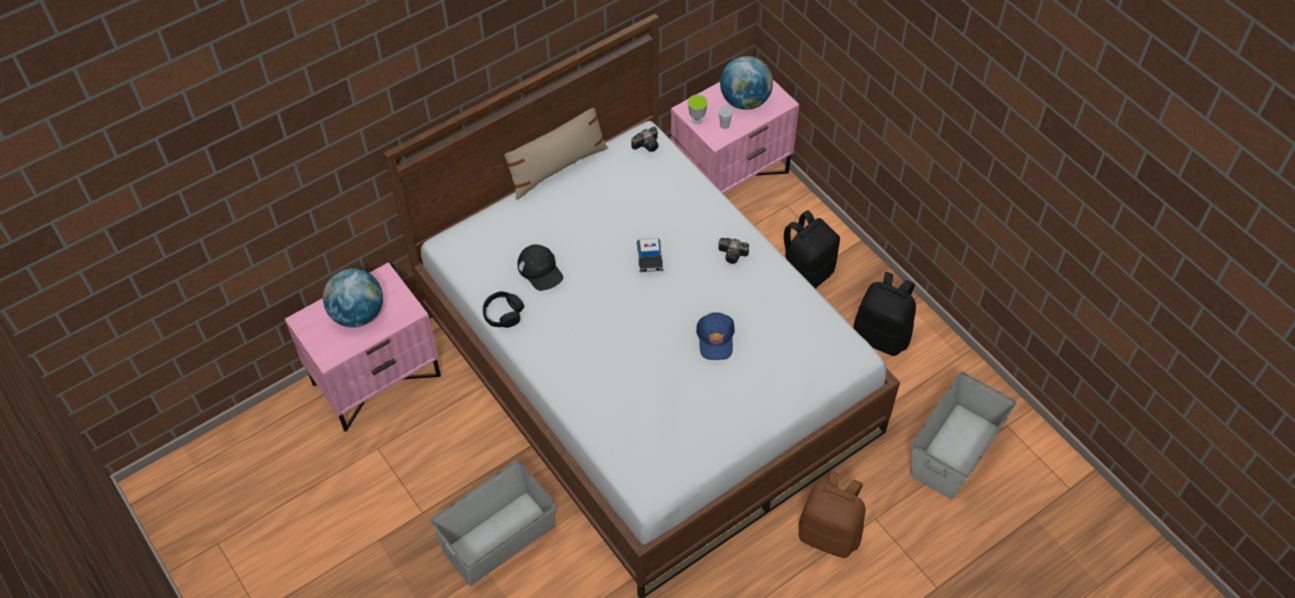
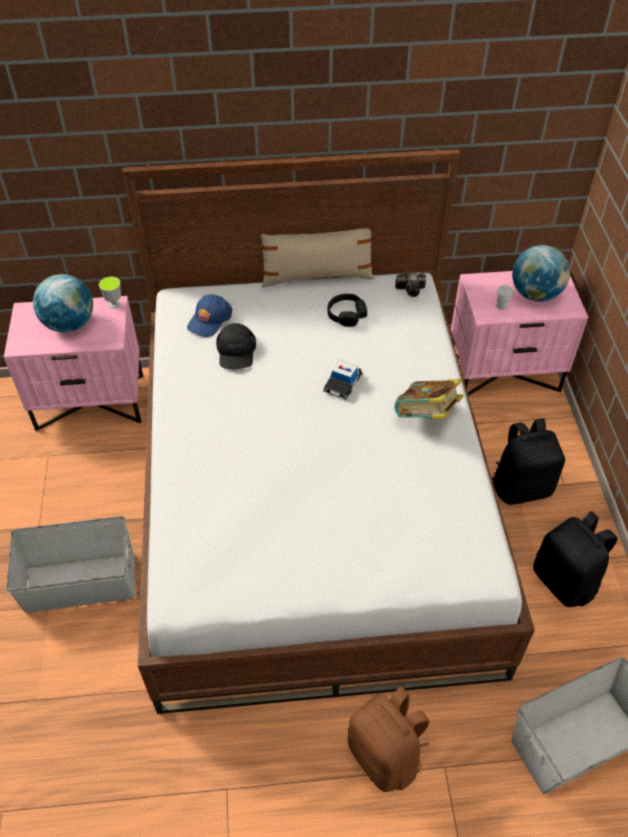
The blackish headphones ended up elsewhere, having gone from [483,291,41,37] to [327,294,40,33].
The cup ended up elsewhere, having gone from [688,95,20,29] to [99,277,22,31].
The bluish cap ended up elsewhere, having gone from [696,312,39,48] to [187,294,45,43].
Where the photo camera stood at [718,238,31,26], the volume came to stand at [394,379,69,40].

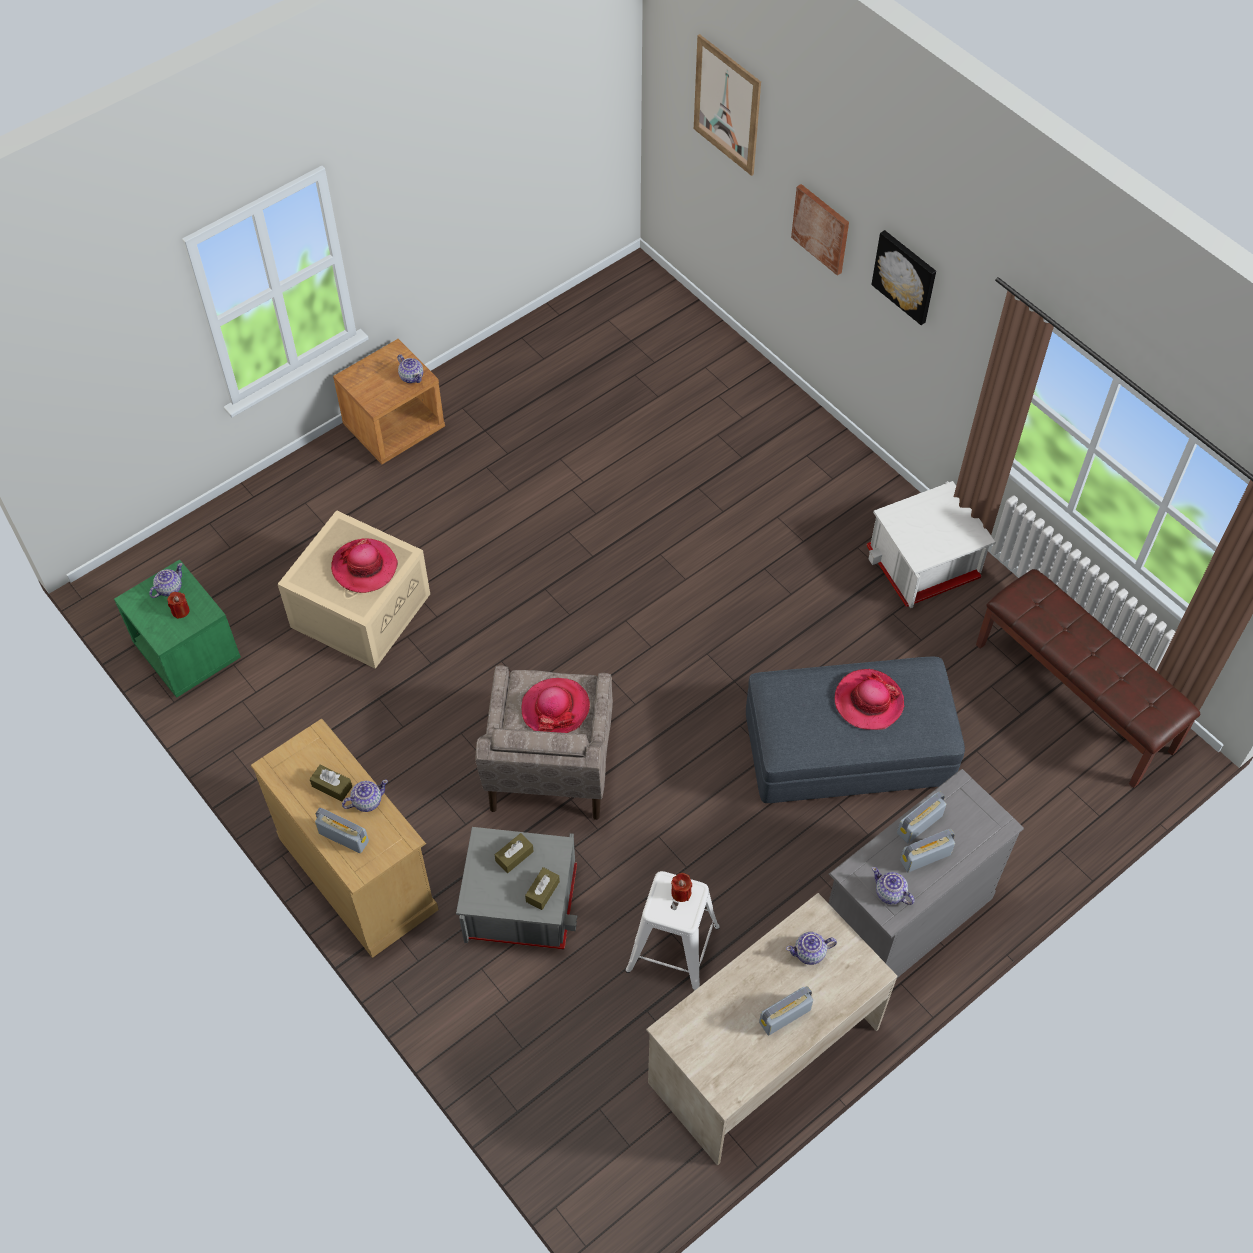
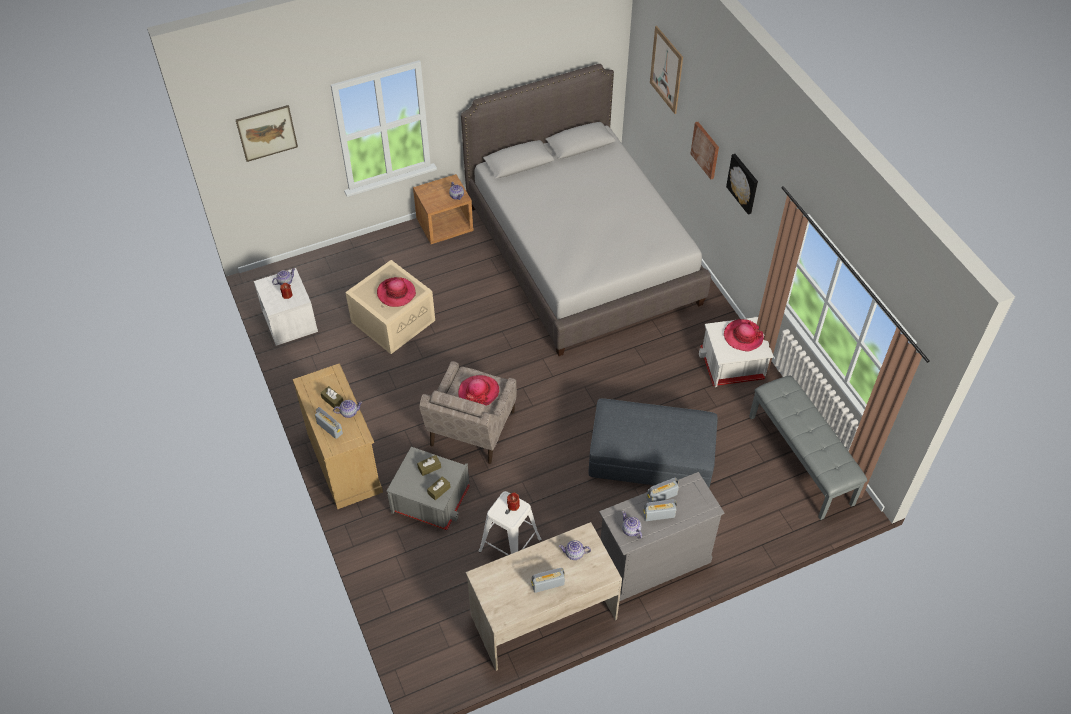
What was the green bedside table at [114,560,127,138] turned into the whitish bedside table at [254,268,64,78].
The clothing hat ended up elsewhere, having gone from [835,669,69,61] to [724,319,40,33].
What was the brown-coloured indoor bench at [976,569,224,219] turned into the grey indoor bench at [749,376,118,144].
The second view gained the wall art at [236,105,62,57].
The second view gained the grey sleeping bed at [461,64,250,292].

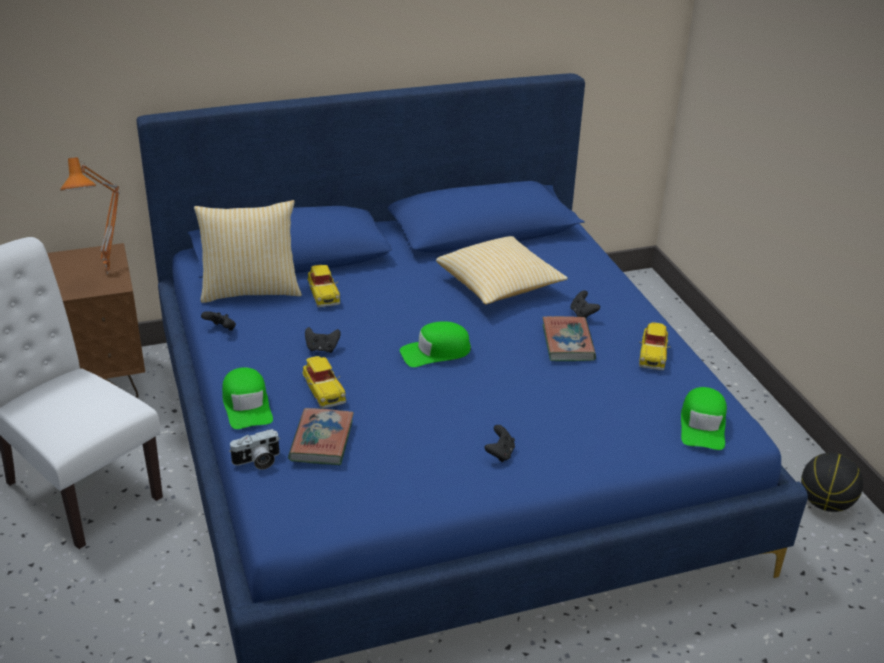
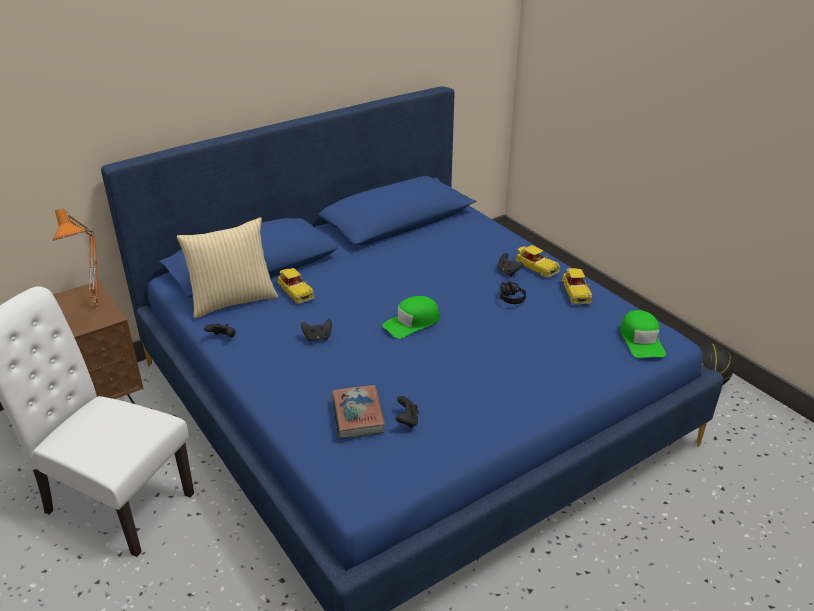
The second view lost the green cap at [222,367,51,62].
The second view lost the photo camera at [229,429,51,41].
The model car ended up elsewhere, having gone from [303,356,43,53] to [515,245,45,33].
The second view lost the throw pillow at [436,236,132,69].
The blackish joypad ended up elsewhere, having gone from [485,425,30,37] to [396,396,23,32].
Where the volume stood at [542,316,54,45], the blackish headphones came to stand at [500,279,26,25].

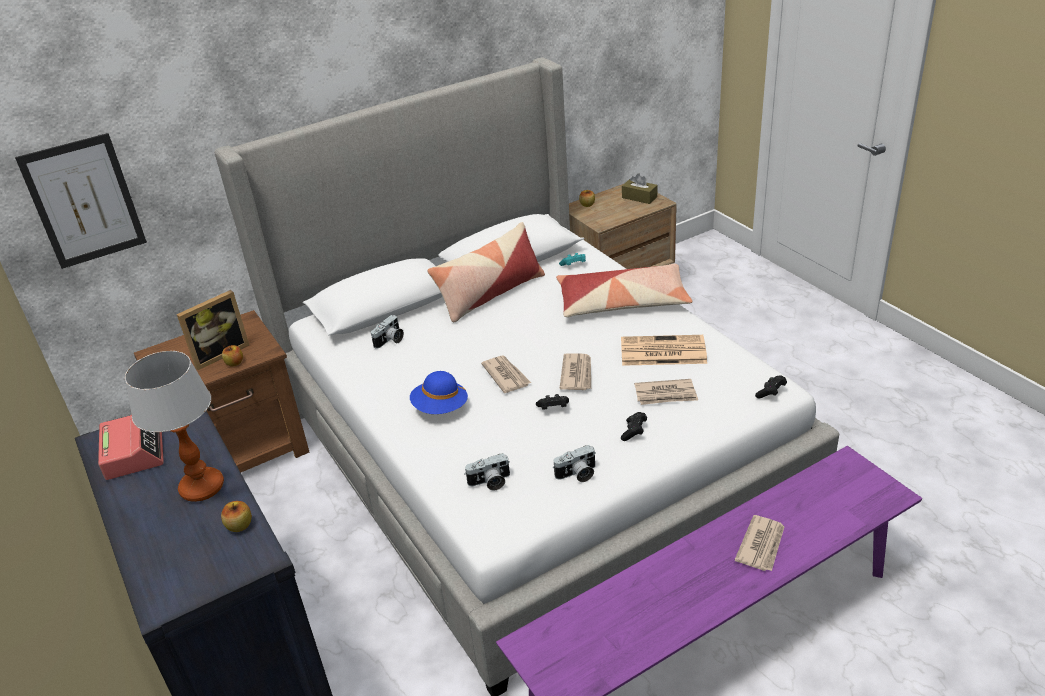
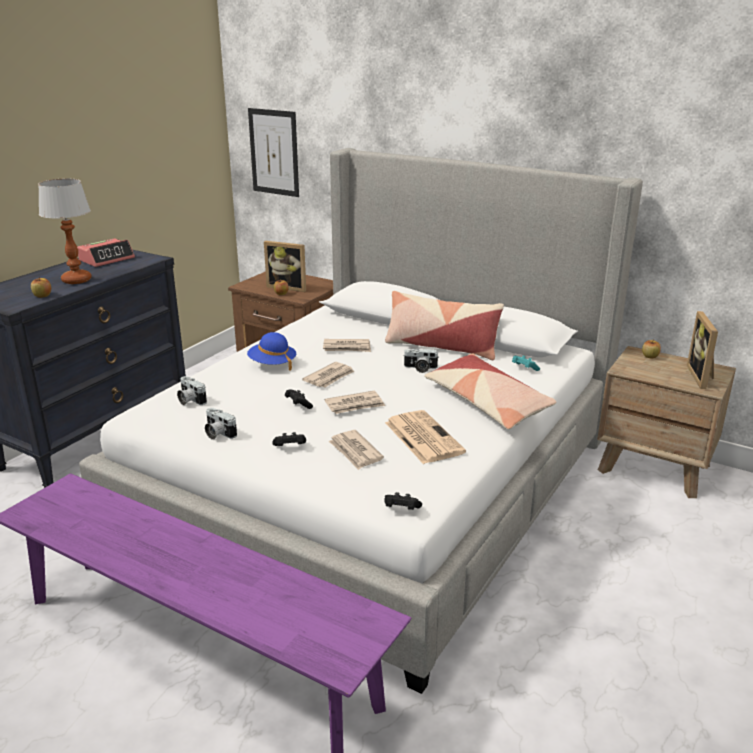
The photo camera ended up elsewhere, having gone from [371,315,33,34] to [404,349,34,24].
Where the brown-coloured tissue holder stood at [622,173,35,31], the picture frame came to stand at [687,311,31,78].
The printed paper ended up elsewhere, having gone from [735,515,50,56] to [323,339,48,13].

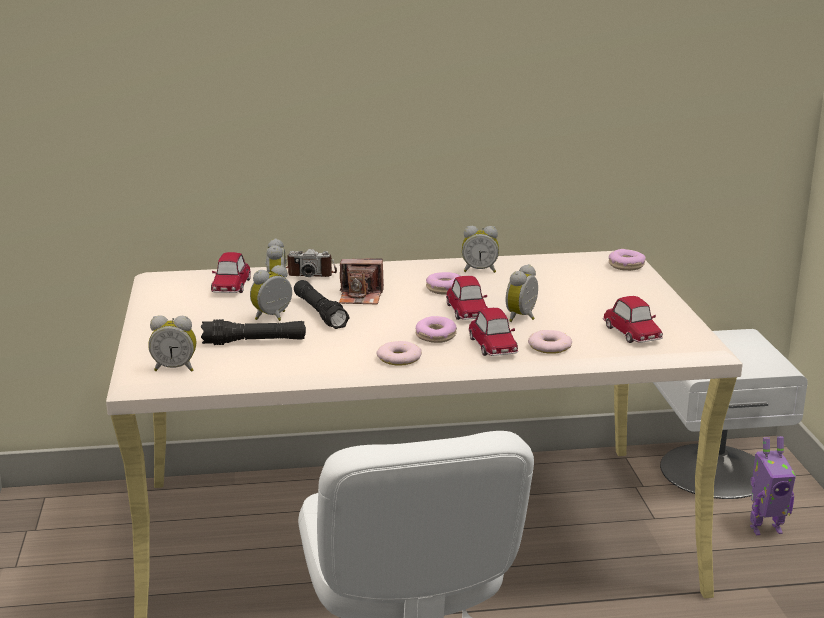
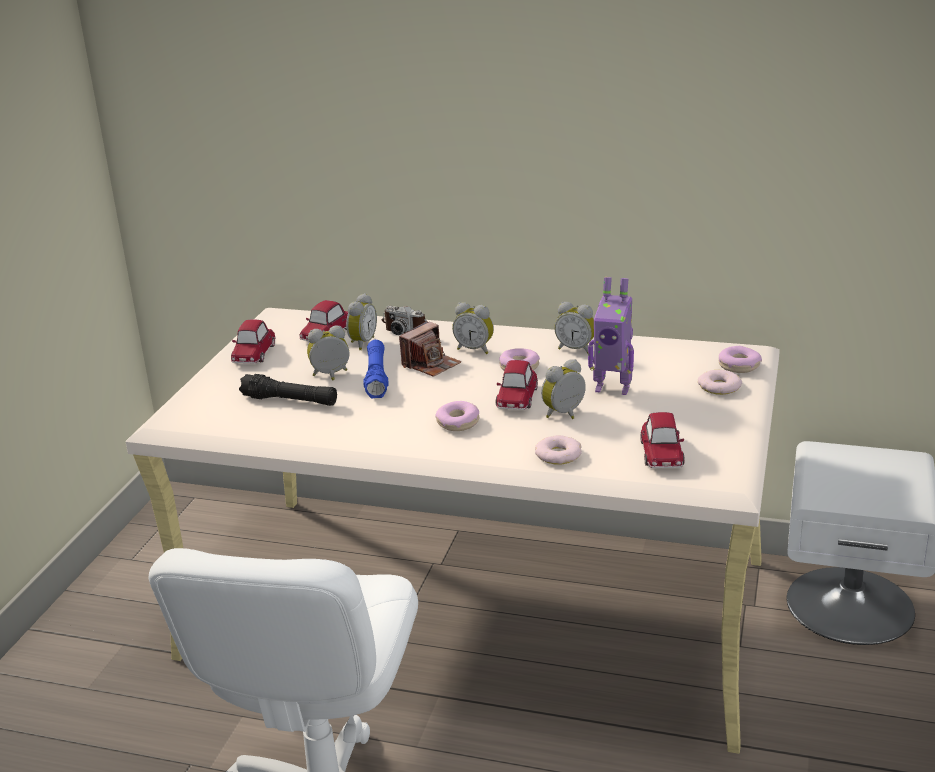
The alarm clock ended up elsewhere, having gone from [148,315,48,57] to [452,302,42,52].
What was the blackish flashlight at [294,280,56,49] turned into the bluish flashlight at [363,340,25,59].
The photo camera at [339,258,45,46] ended up facing another way, 75 degrees counterclockwise from before.
The doughnut ended up elsewhere, having gone from [376,341,46,25] to [698,370,44,25].
The model car ended up elsewhere, having gone from [468,308,50,48] to [231,319,45,44].
The toy robot ended up elsewhere, having gone from [750,436,46,99] to [588,277,46,118].

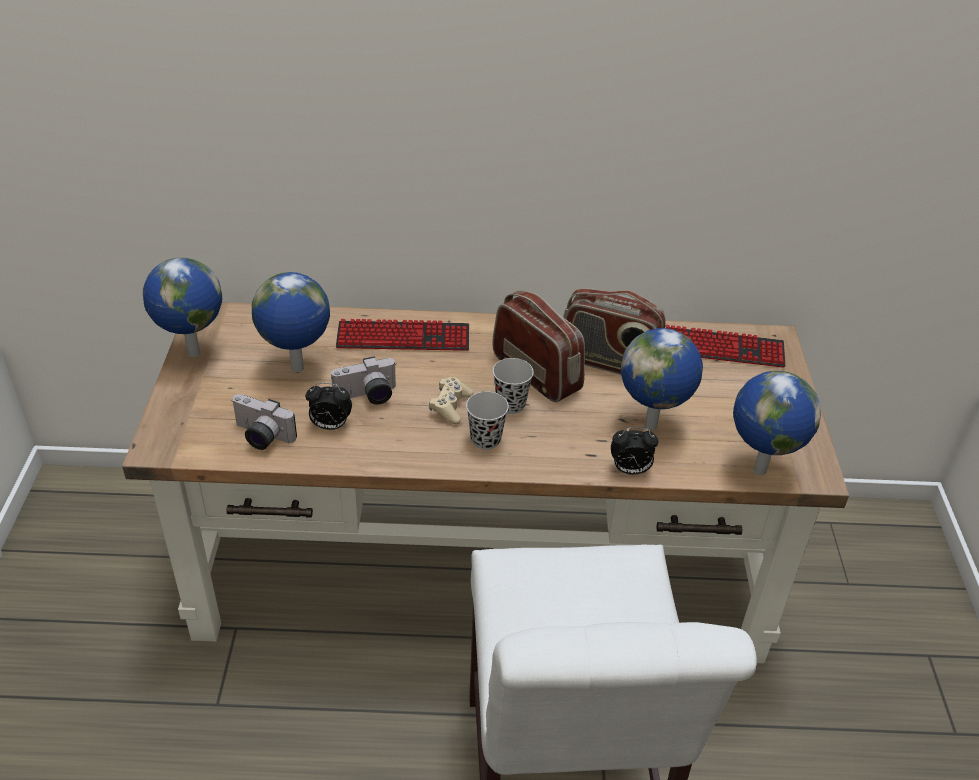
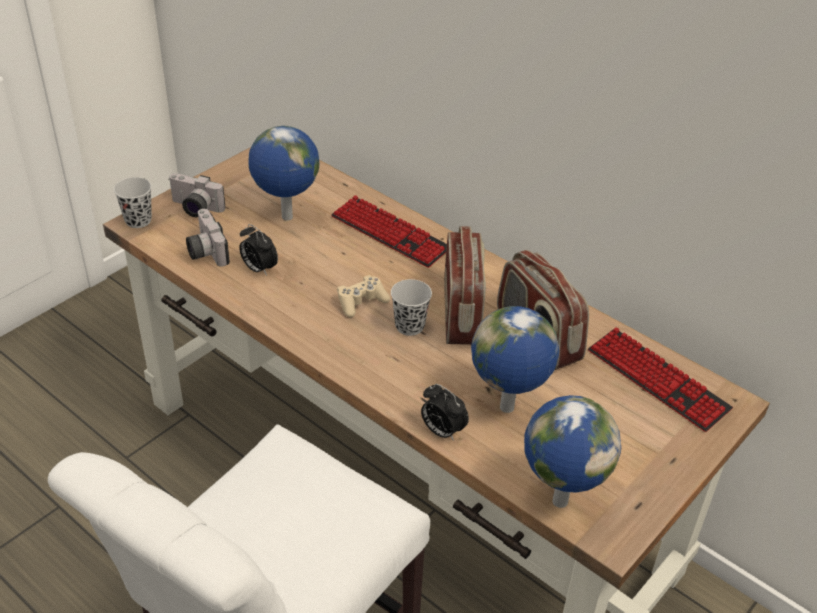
The second view lost the desk globe at [143,257,79,100].
The photo camera ended up elsewhere, having gone from [331,356,66,48] to [168,173,58,44].
The blackish cup ended up elsewhere, having gone from [466,392,43,58] to [114,177,38,51].

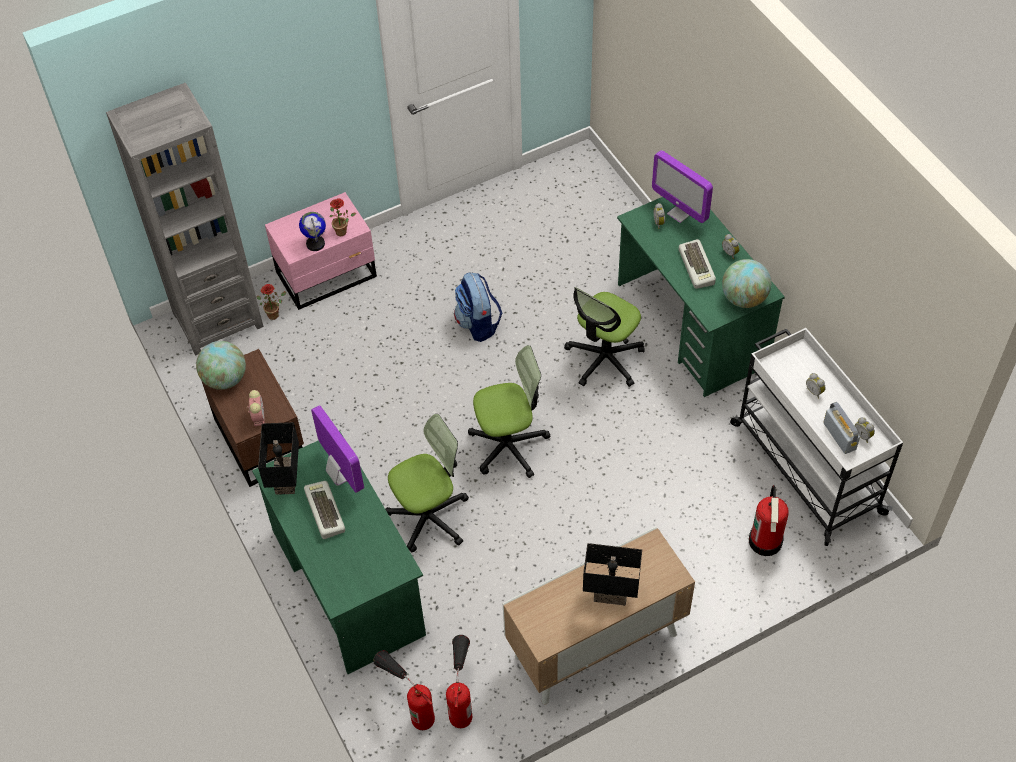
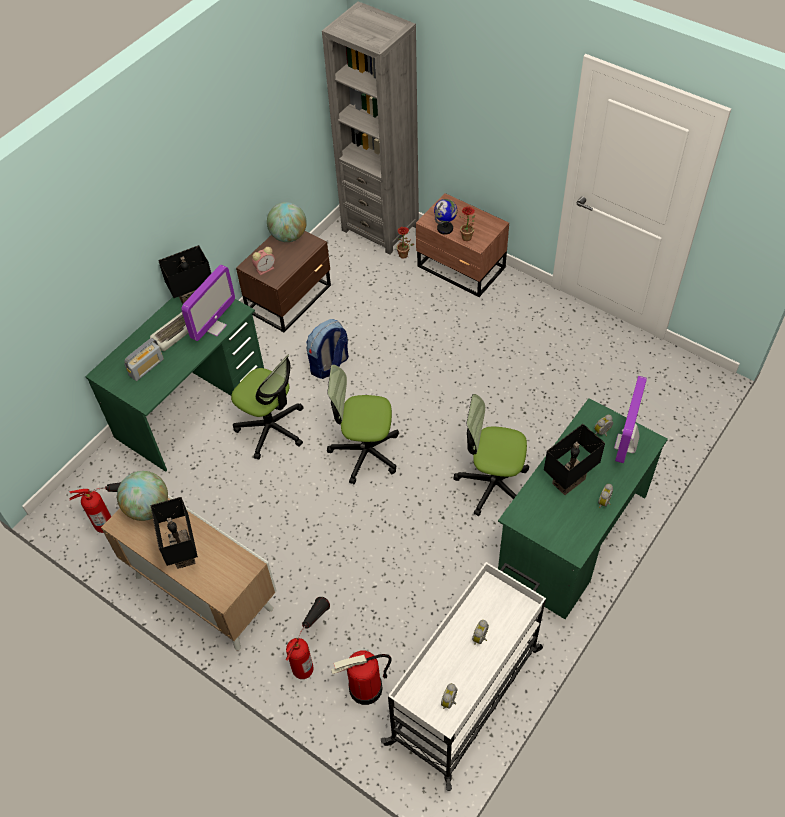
What was the pink bedside table at [265,192,112,118] turned into the brown-coloured bedside table at [416,193,93,104].
The fire-fighting cylinder ended up elsewhere, having gone from [373,650,62,80] to [286,597,44,82].
The rucksack ended up elsewhere, having gone from [454,272,48,70] to [306,319,42,60].
The office chair at [468,345,82,133] ended up facing another way, 135 degrees clockwise from before.
Where the computer keyboard stood at [679,239,37,50], the blackish table lamp came to stand at [544,424,61,71].
The desk globe ended up elsewhere, having gone from [722,259,49,49] to [117,471,51,50].
The radio ended up elsewhere, having gone from [823,402,37,52] to [124,338,40,43].

